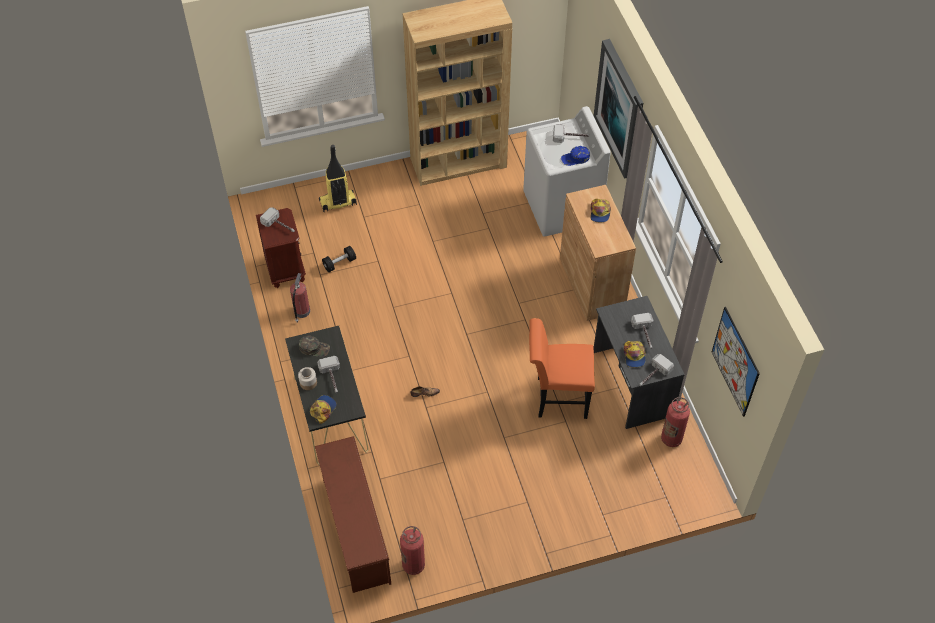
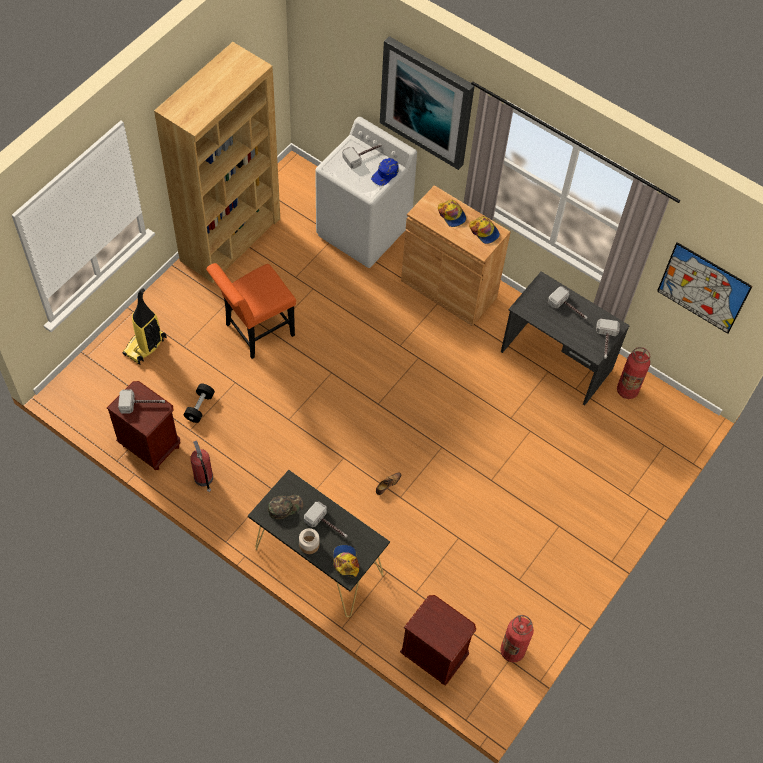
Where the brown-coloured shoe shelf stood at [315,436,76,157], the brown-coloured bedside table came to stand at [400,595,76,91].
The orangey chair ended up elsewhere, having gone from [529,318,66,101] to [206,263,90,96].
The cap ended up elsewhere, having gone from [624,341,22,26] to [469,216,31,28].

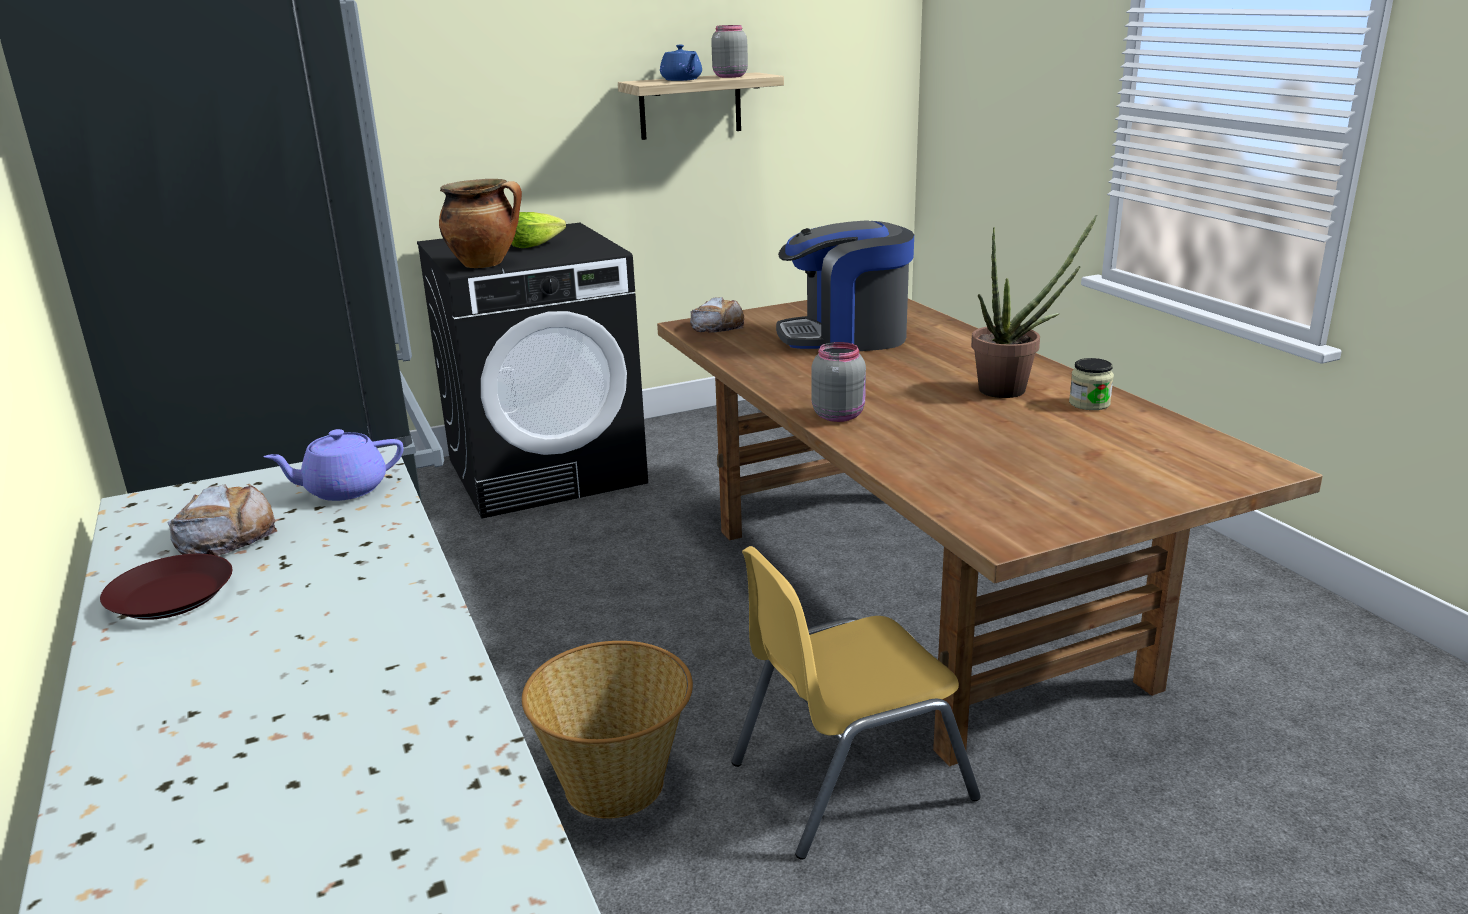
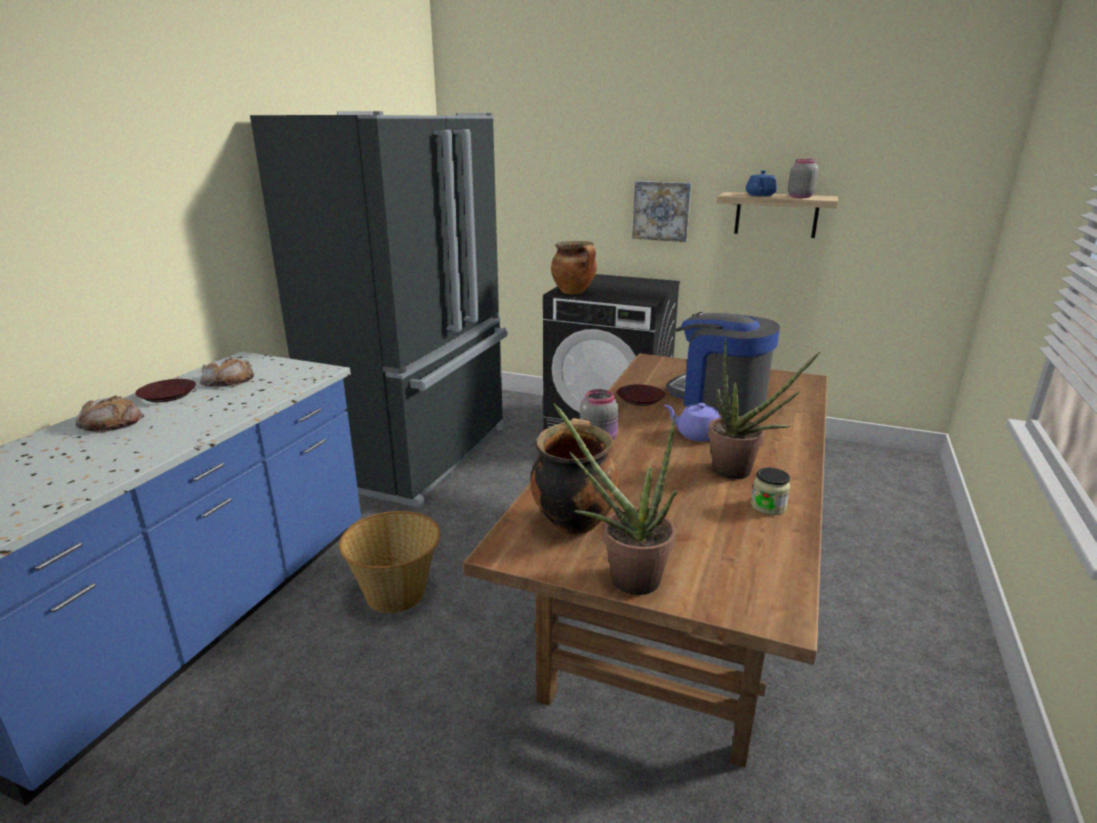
The purplish teapot ended up elsewhere, having gone from [264,429,140,72] to [664,403,57,39].
The second view lost the lettuce head at [511,212,55,36].
The bakery bread ended up elsewhere, having gone from [690,297,54,36] to [76,395,68,38].
The second view lost the yellowish chair at [731,546,250,314].
The second view gained the cooking pot at [531,418,88,117].
The second view gained the houseplant at [553,403,124,192].
The second view gained the brown-coloured plate at [617,384,48,22].
The second view gained the wall art at [632,181,60,61].

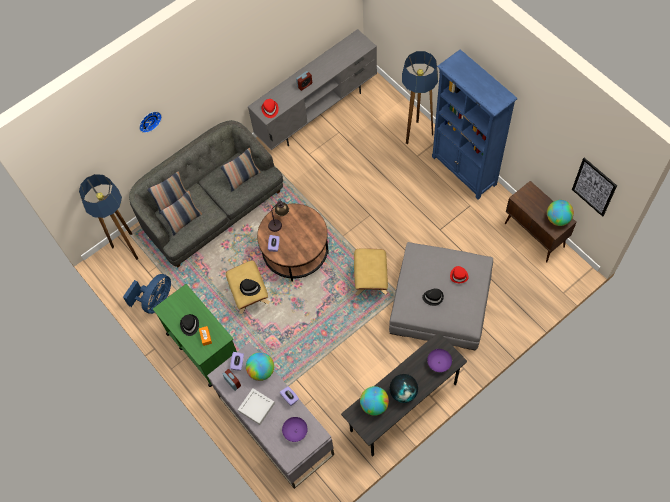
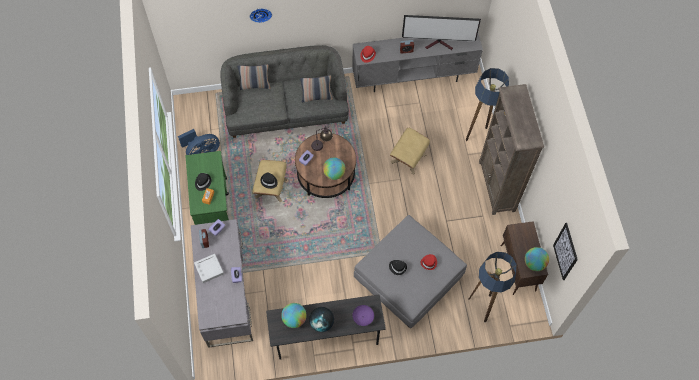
The standing lamp ended up elsewhere, having gone from [79,174,60,86] to [468,252,48,70].
The second view lost the throw pillow at [160,191,42,44].
The desk globe ended up elsewhere, having gone from [246,352,28,29] to [323,157,22,23].
The second view lost the purplish deep dish at [282,417,26,25].
The beige pouffe ended up elsewhere, having gone from [354,248,34,48] to [390,128,40,46].
What was the bluish bookshelf at [432,49,85,151] turned into the brown-coloured bookshelf at [479,84,65,131].
The second view gained the TV at [402,15,79,35].

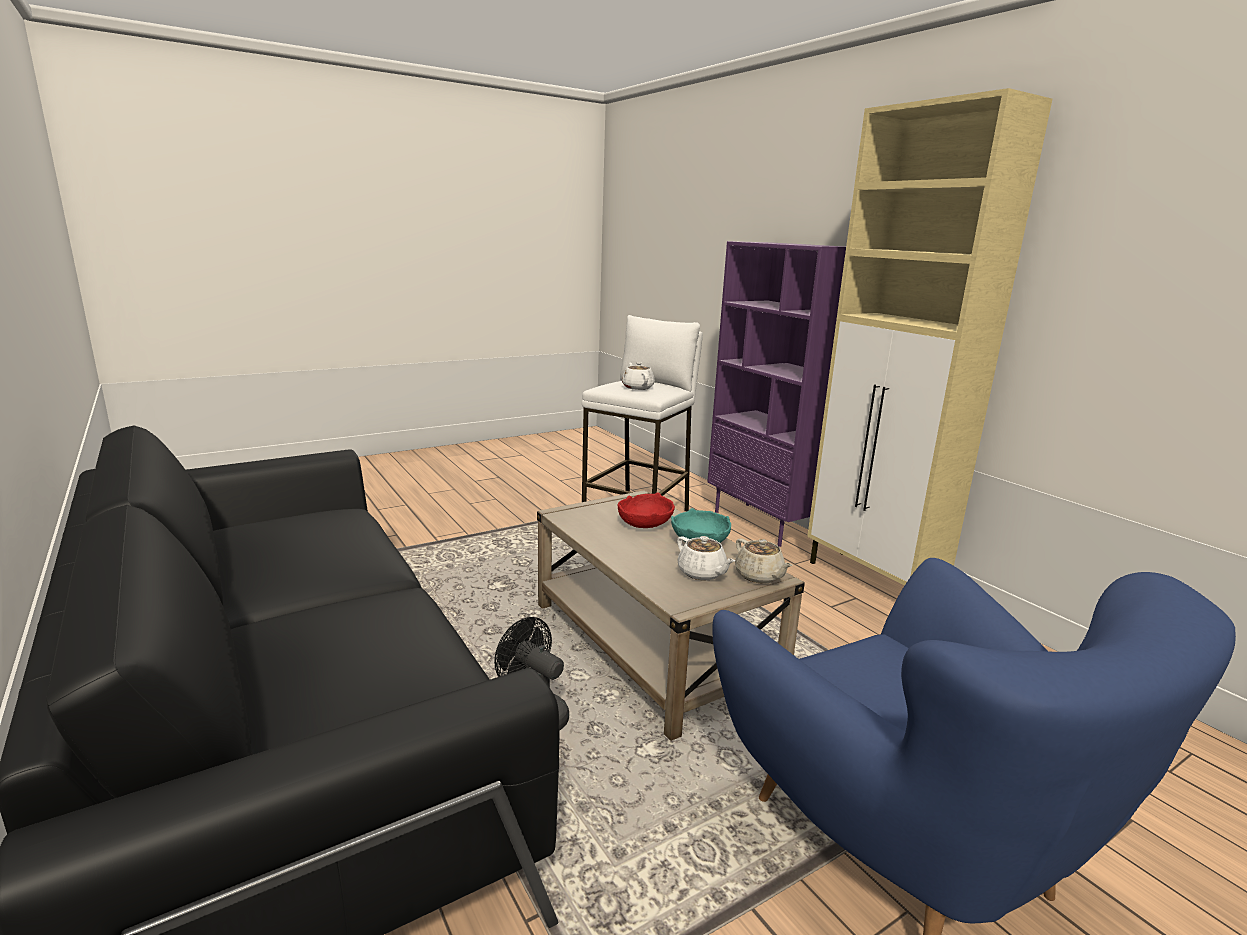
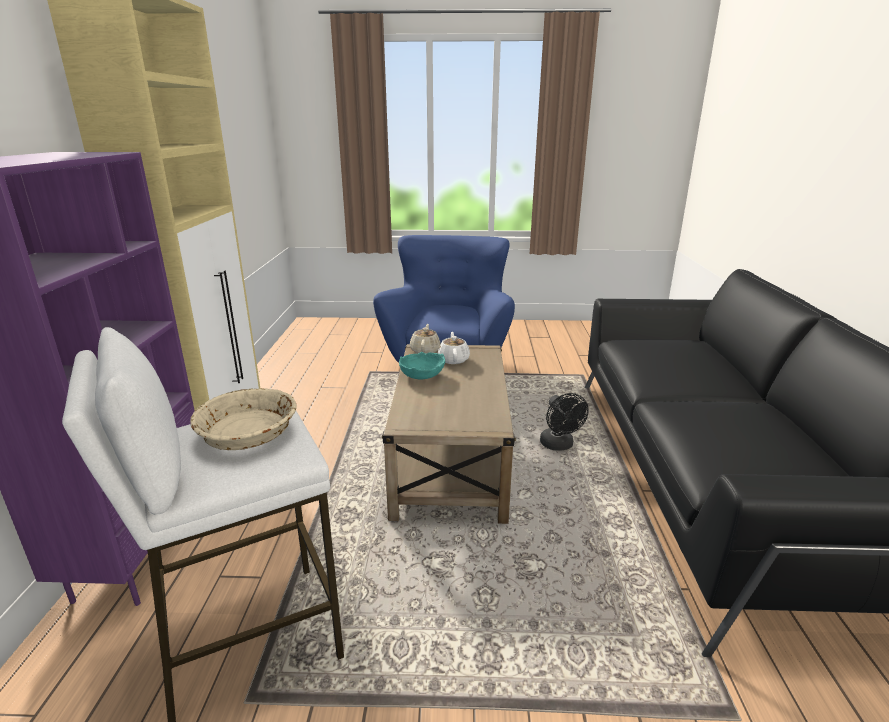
The second view lost the reddish deep dish at [618,493,57,35].
Where the whitish teapot stood at [622,362,33,28], the beige deep dish came to stand at [190,388,107,62].

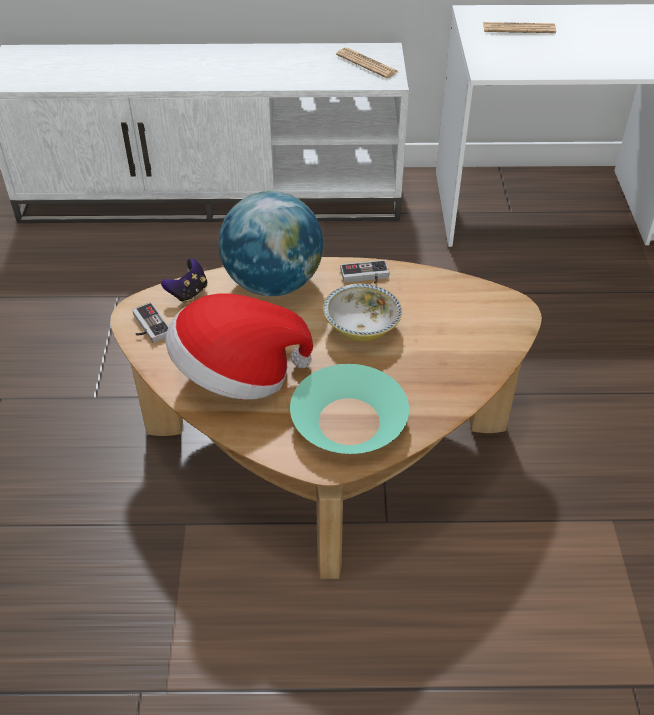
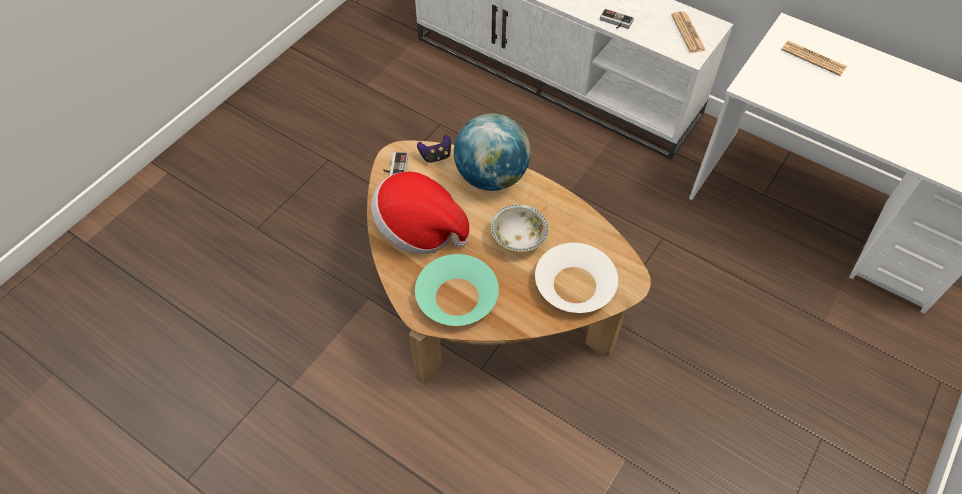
The joypad ended up elsewhere, having gone from [340,260,49,24] to [600,9,34,20].
The second view gained the whitish deep dish at [535,243,83,70].

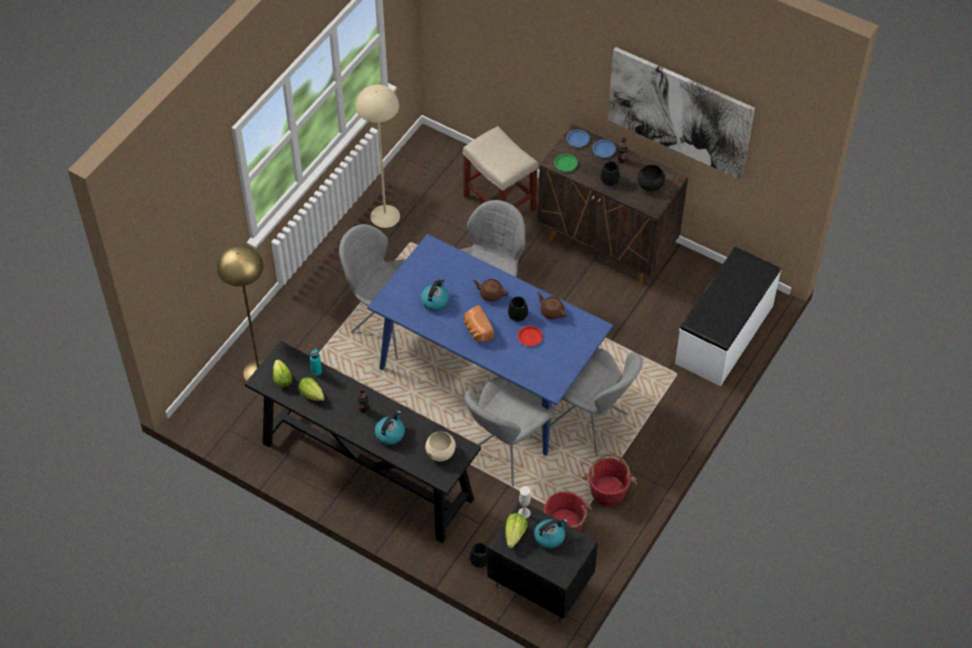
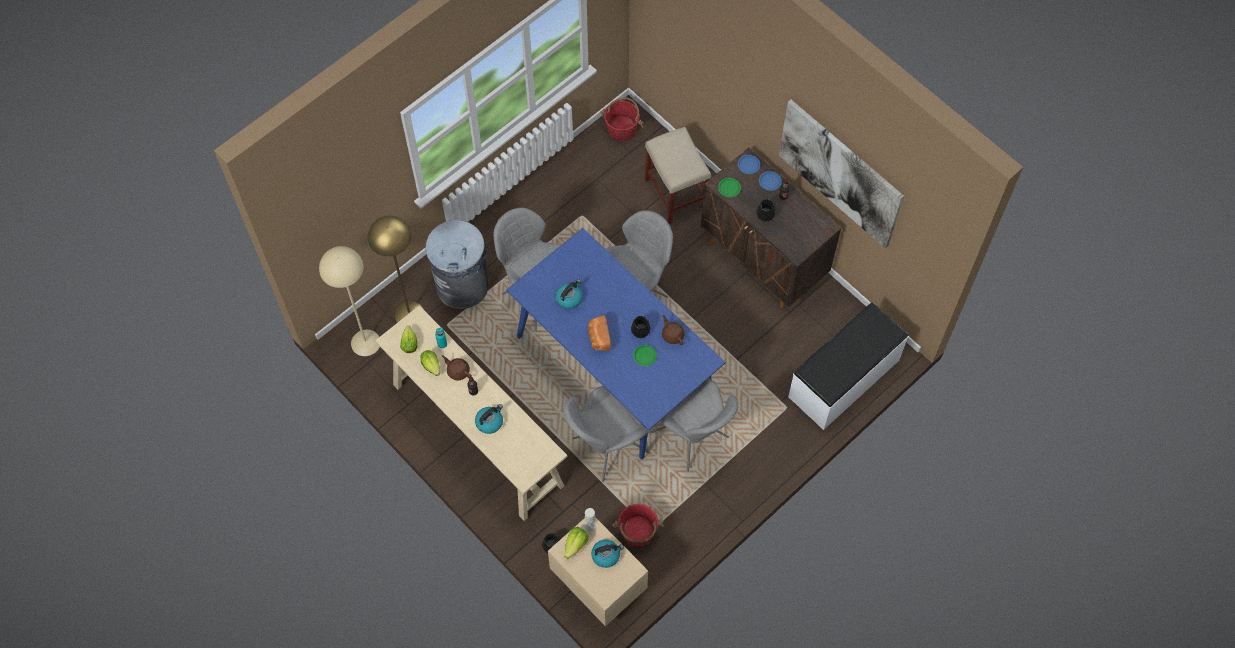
What was the blackish console table at [245,341,236,202] turned into the beige console table at [375,306,192,215].
The beige standing lamp ended up elsewhere, having gone from [356,84,44,144] to [319,246,61,110].
The second view lost the beige deep dish at [425,431,31,30].
The brown-coloured teapot ended up elsewhere, having gone from [473,279,35,23] to [442,355,30,25].
What was the blackish bedside table at [487,502,111,120] turned into the beige bedside table at [548,518,100,108].
What was the reddish plate at [518,326,25,20] turned into the green plate at [633,345,24,21].
The reddish bucket ended up elsewhere, having gone from [582,454,55,52] to [600,97,44,44].
The second view lost the blackish deep dish at [638,165,27,26].
The second view gained the grey trash can at [425,220,64,89].

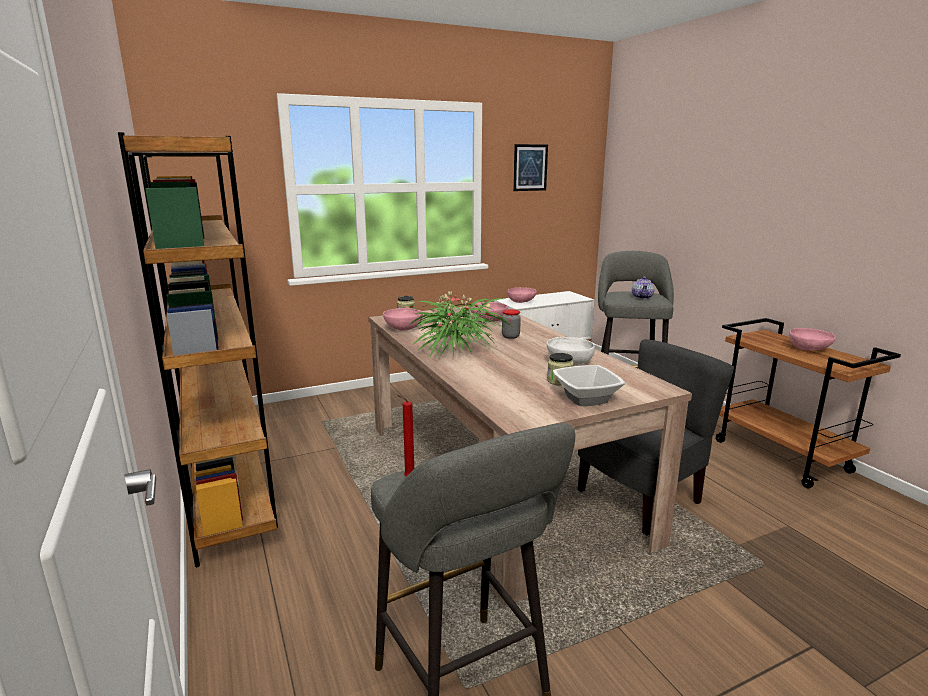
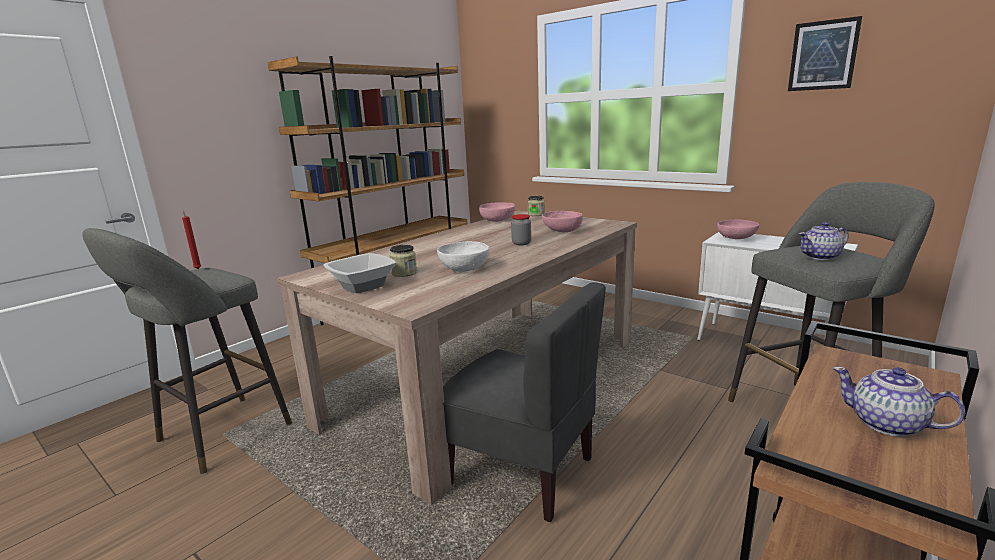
The second view lost the houseplant at [408,291,103,67].
Where the pink deep dish stood at [789,328,47,22], the teapot came to stand at [833,367,132,70].

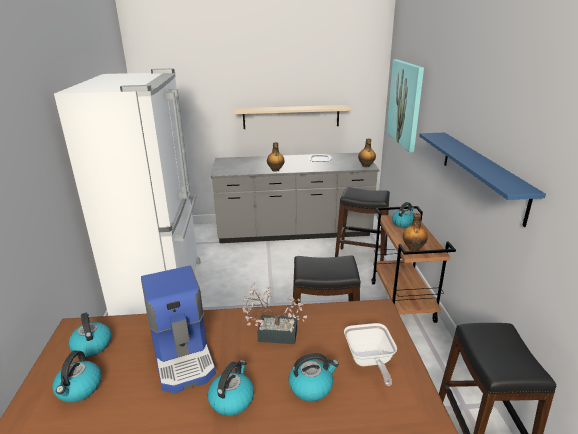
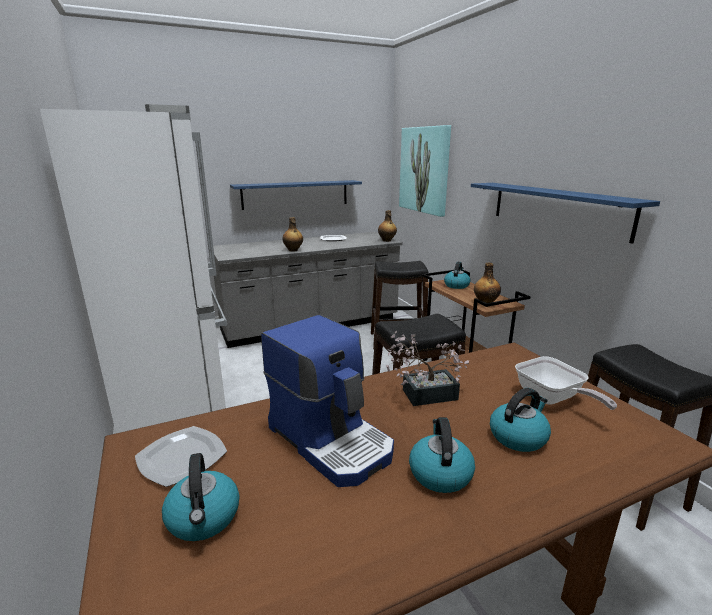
Where the tea kettle stood at [68,313,43,44], the plate came to stand at [135,426,92,61].
What was the beige shelf at [234,105,117,24] turned into the bluish shelf at [230,180,132,30].

